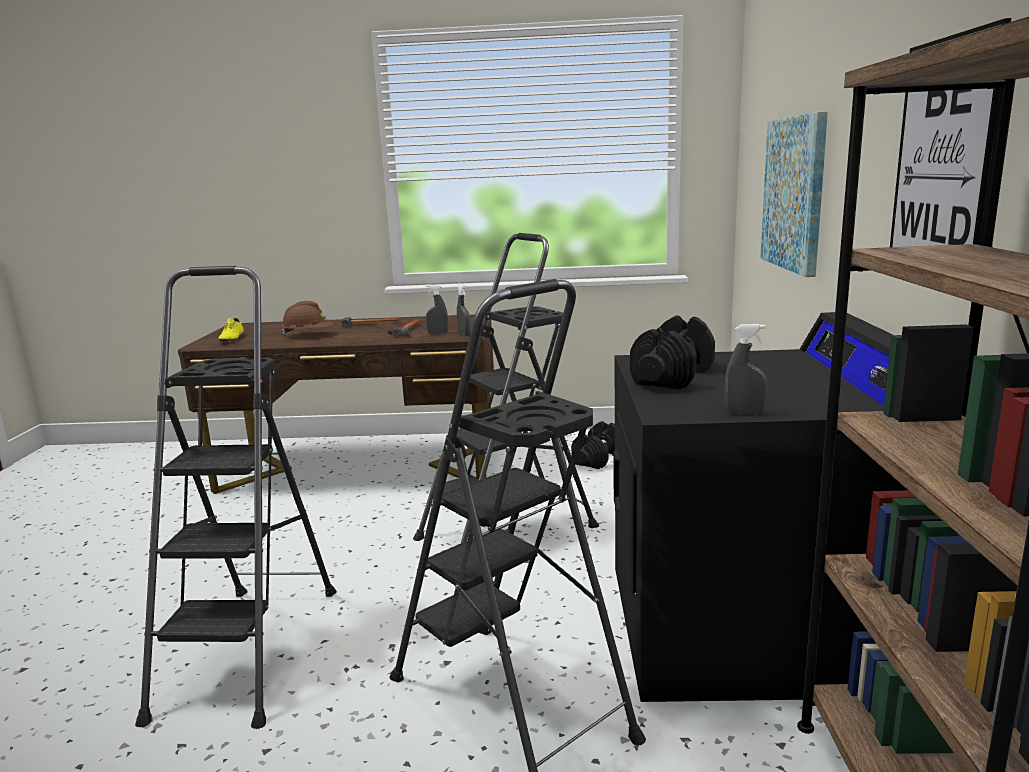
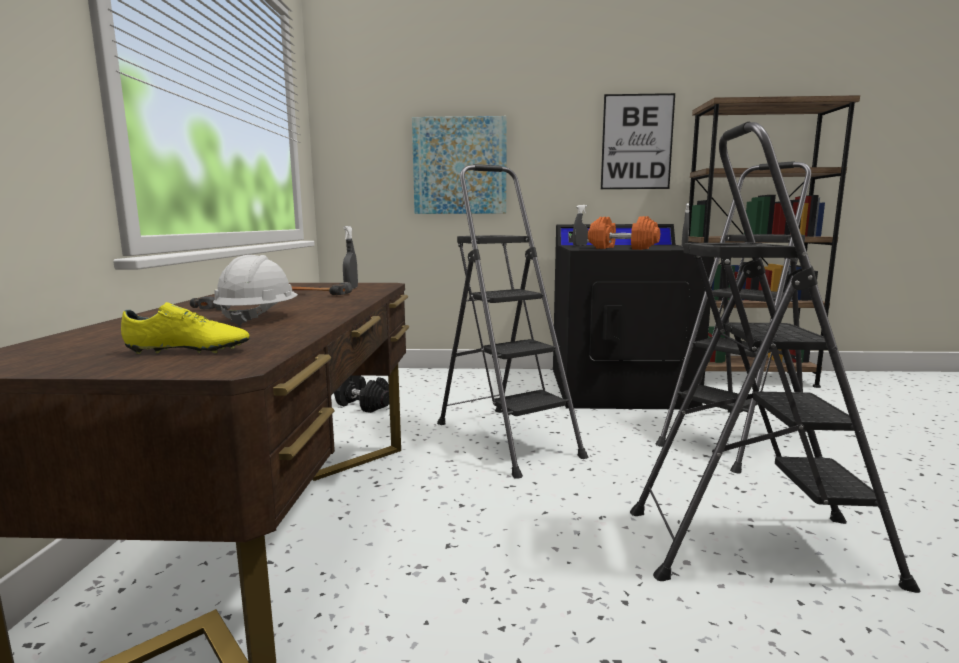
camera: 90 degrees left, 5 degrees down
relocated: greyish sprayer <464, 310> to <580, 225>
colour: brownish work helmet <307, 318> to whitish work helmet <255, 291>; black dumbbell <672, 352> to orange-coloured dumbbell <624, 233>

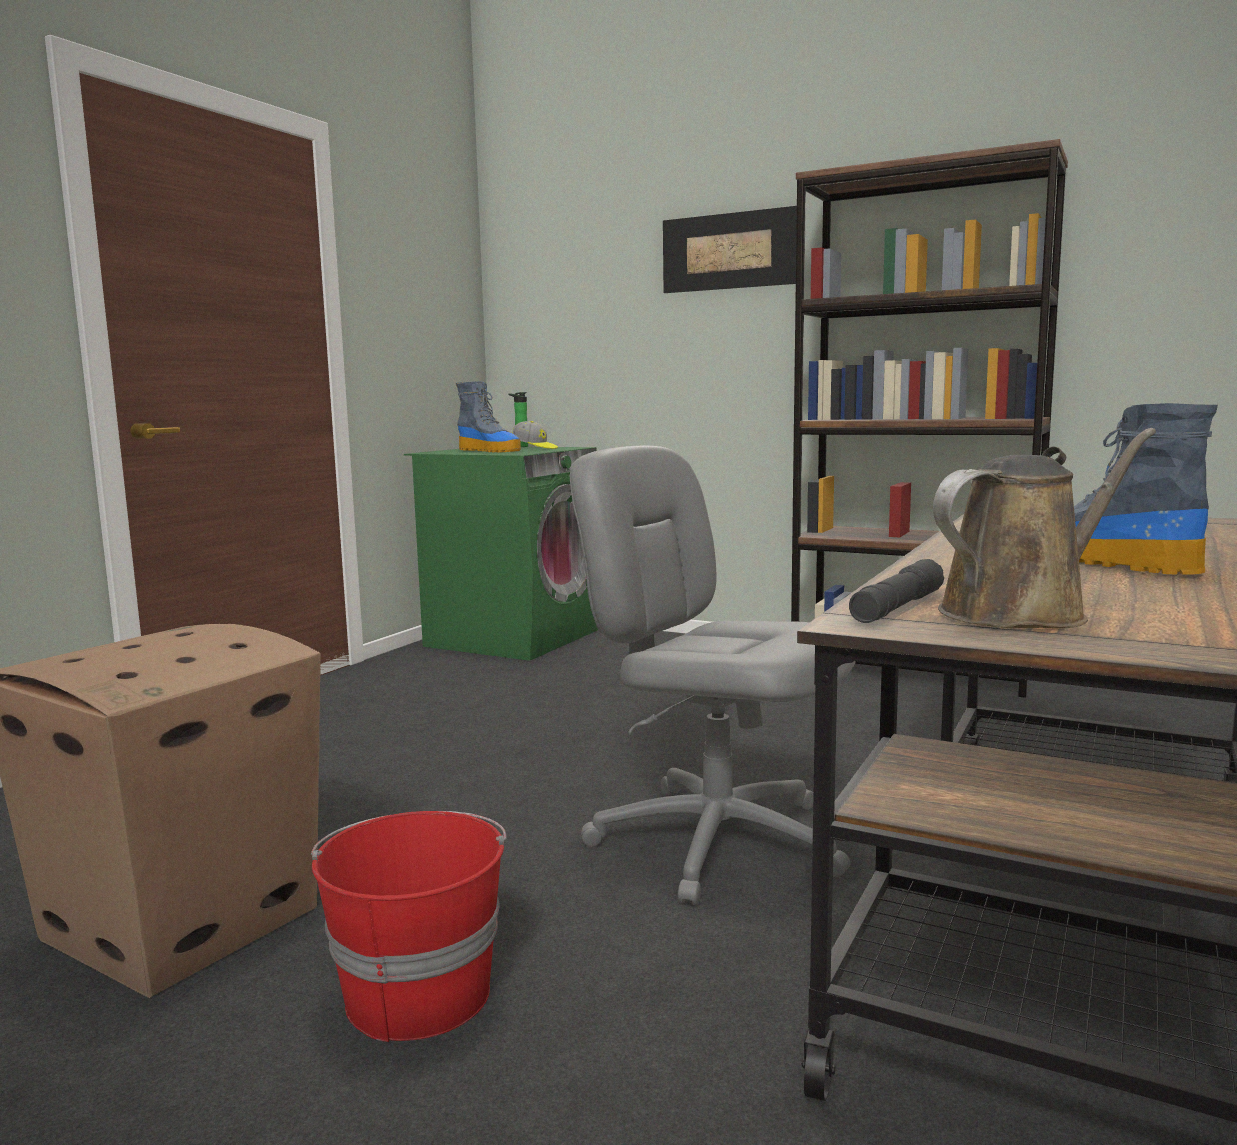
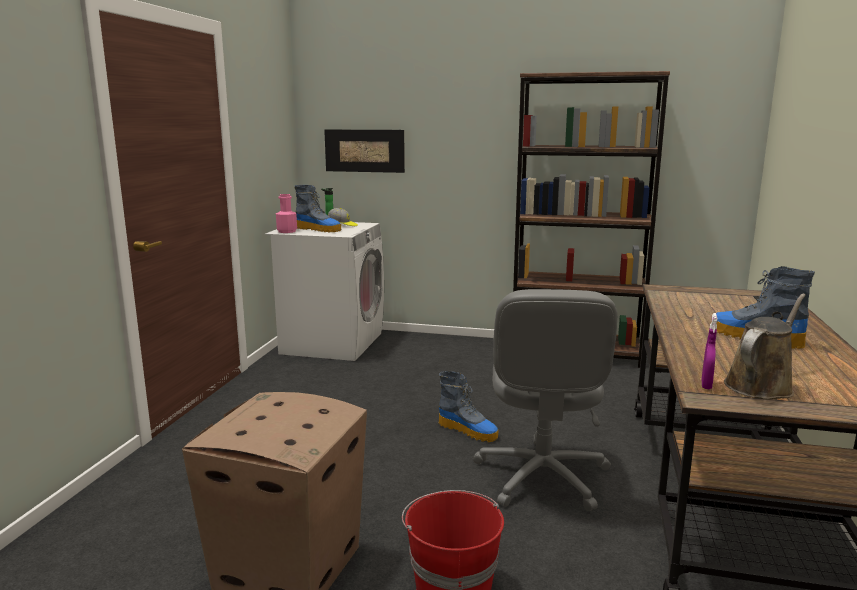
camera: 15 degrees left, 5 degrees up
appeared: pink-coloured beverage bottle <286, 213>; tall boot <468, 406>
relocated: picture <730, 249> to <364, 151>
exchanged: greyish torch <896, 591> to purple-coloured sprayer <709, 351>
colour: green-coloured laundry machine <501, 554> to whitish laundry machine <324, 291>
spun: greyish office chair <713, 675> = <545, 400> 105 degrees counterclockwise

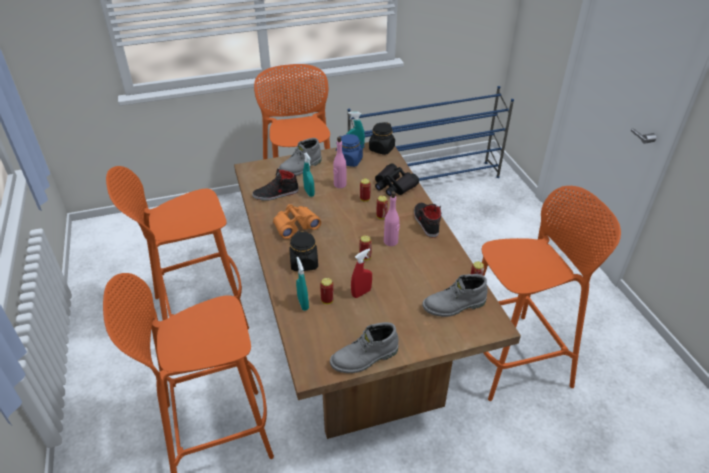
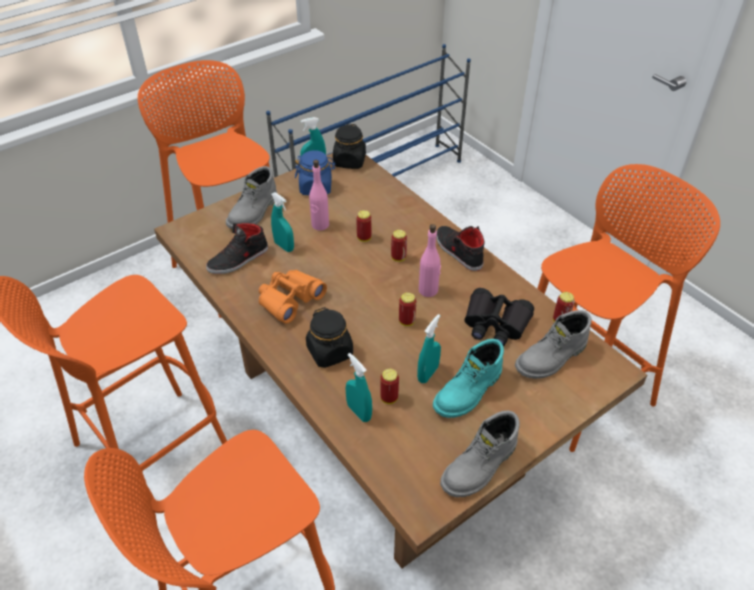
camera: 20 degrees left, 5 degrees up
appeared: turquoise-coloured tall boot <468, 378>
relocated: black binoculars <397, 179> to <499, 317>
colour: red sprayer <361, 273> to turquoise-coloured sprayer <429, 348>

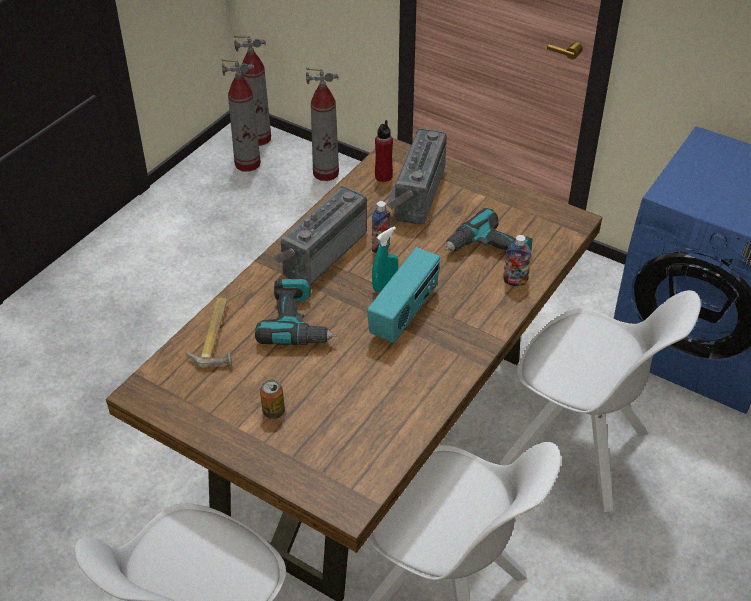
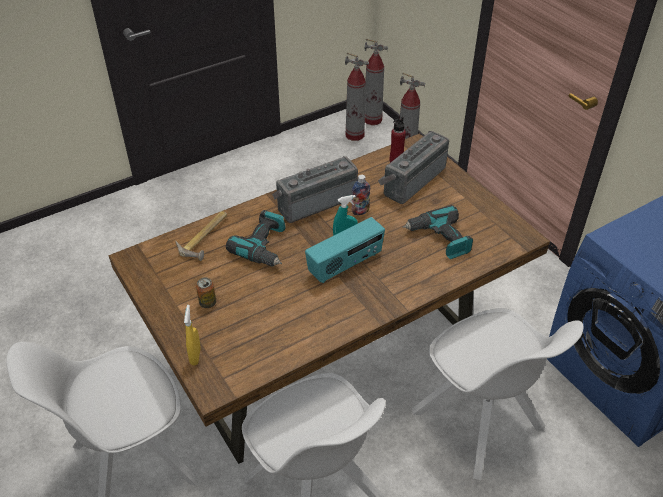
camera: 25 degrees right, 0 degrees up
missing: beverage bottle <517, 260>
appeared: yellow-coloured sprayer <192, 335>

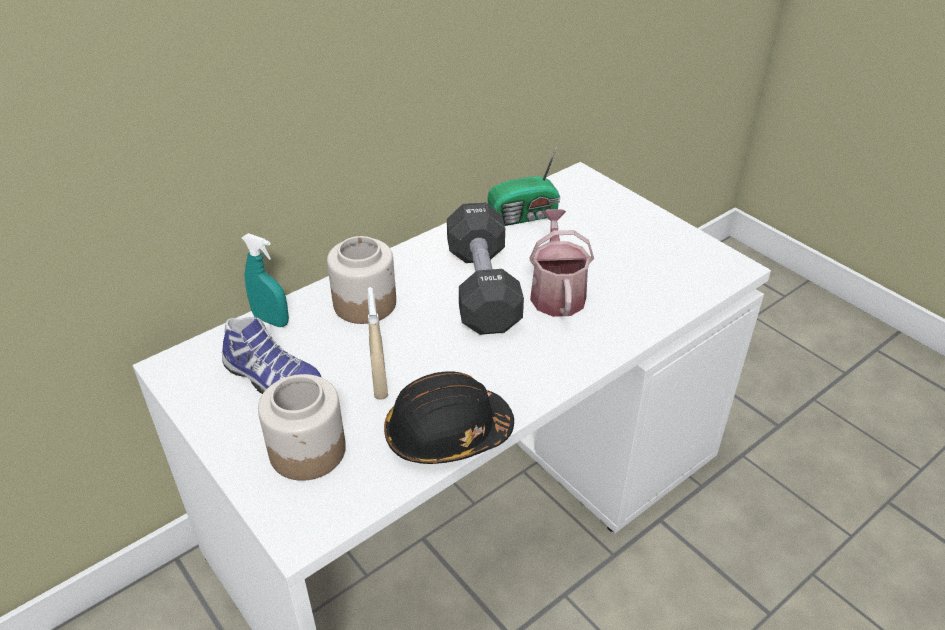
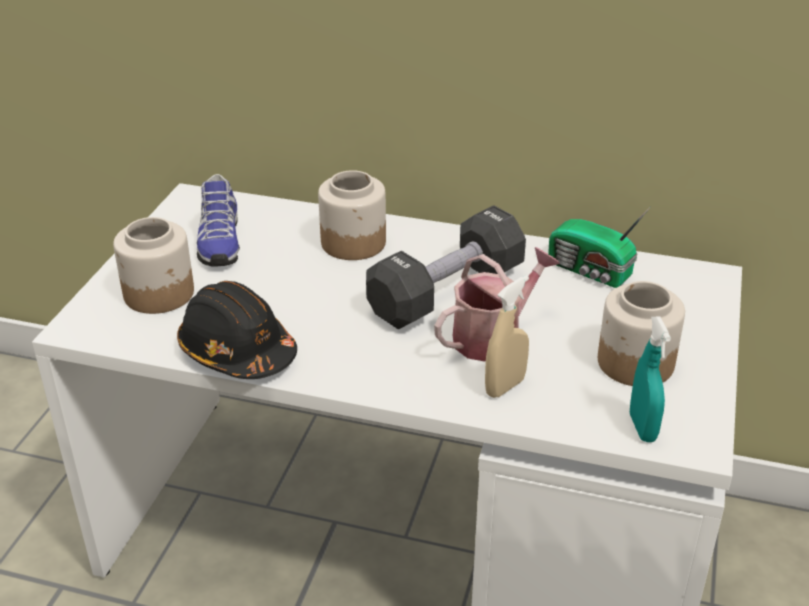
camera: 55 degrees right, 5 degrees down
appeared: storage jar <641, 333>
relocated: turquoise-coloured sprayer <265, 280> to <650, 379>; sand-coloured sprayer <377, 343> to <507, 336>

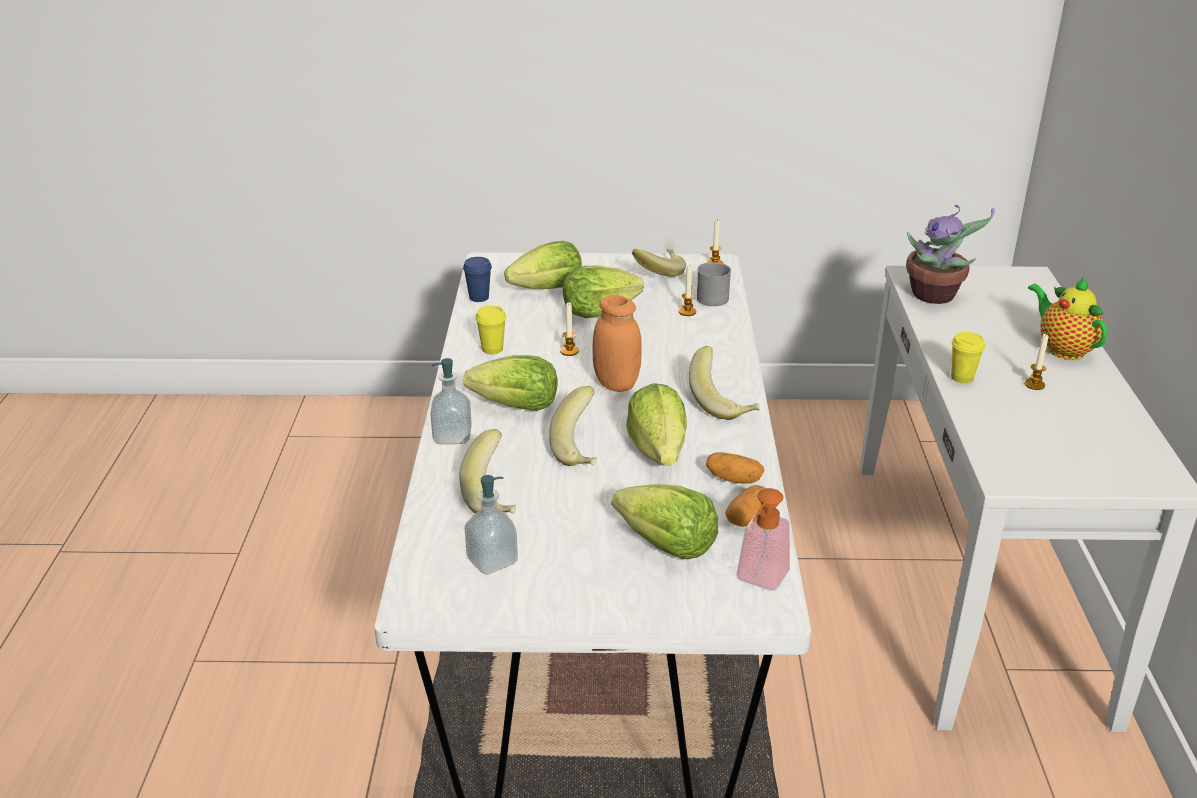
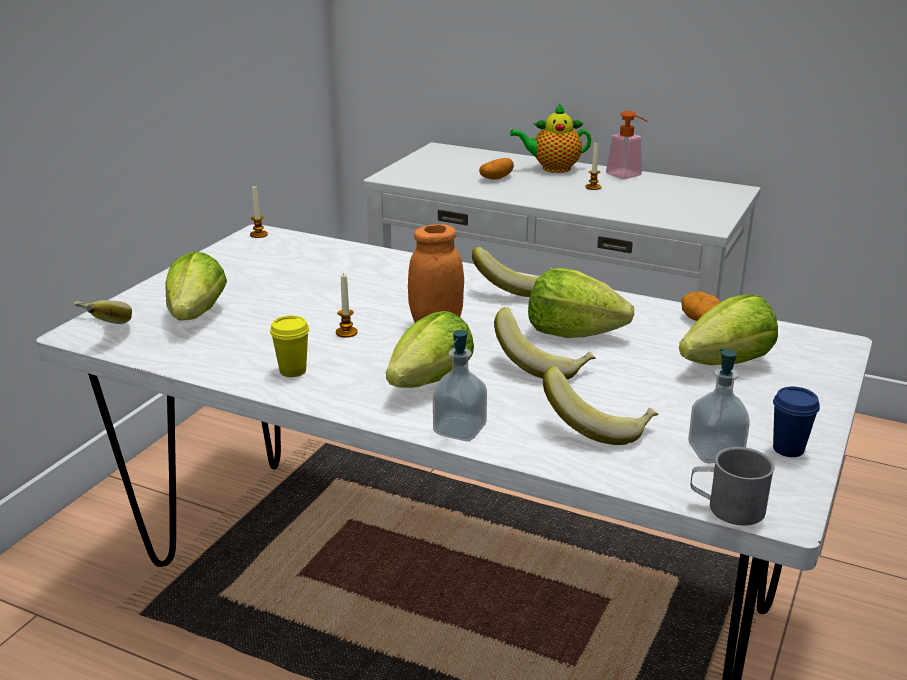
camera: 65 degrees left, 5 degrees down
missing: head of lettuce <603, 291>; wax candle <687, 290>; houseplant <950, 254>; yellow-coloured drinking cup <968, 357>
relocated: blue drinking cup <477, 279> to <796, 422>; banana <659, 262> to <103, 312>; greyish coffee mug <714, 284> to <733, 486>; potato <735, 468> to <496, 169>; liquid soap bottle <763, 539> to <627, 145>

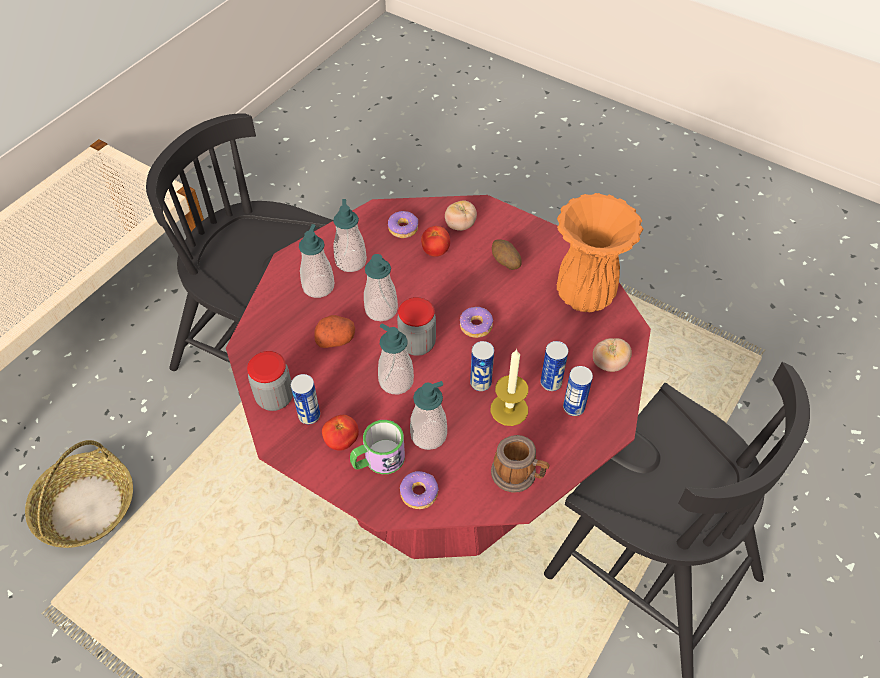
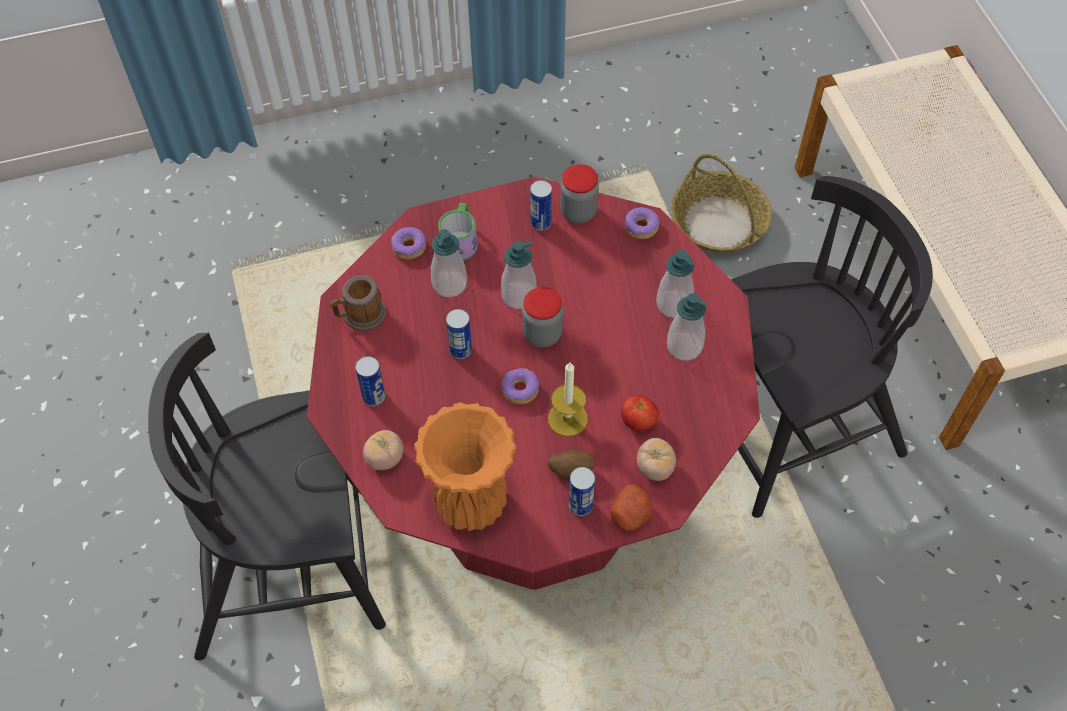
camera: 130 degrees right, 5 degrees up
missing: fresh tomato <340, 433>; liquid soap bottle <381, 287>
relocated: potato <334, 331> to <631, 508>; ring doughnut <403, 224> to <642, 223>; wax candle <509, 387> to <568, 399>; can <554, 366> to <582, 491>

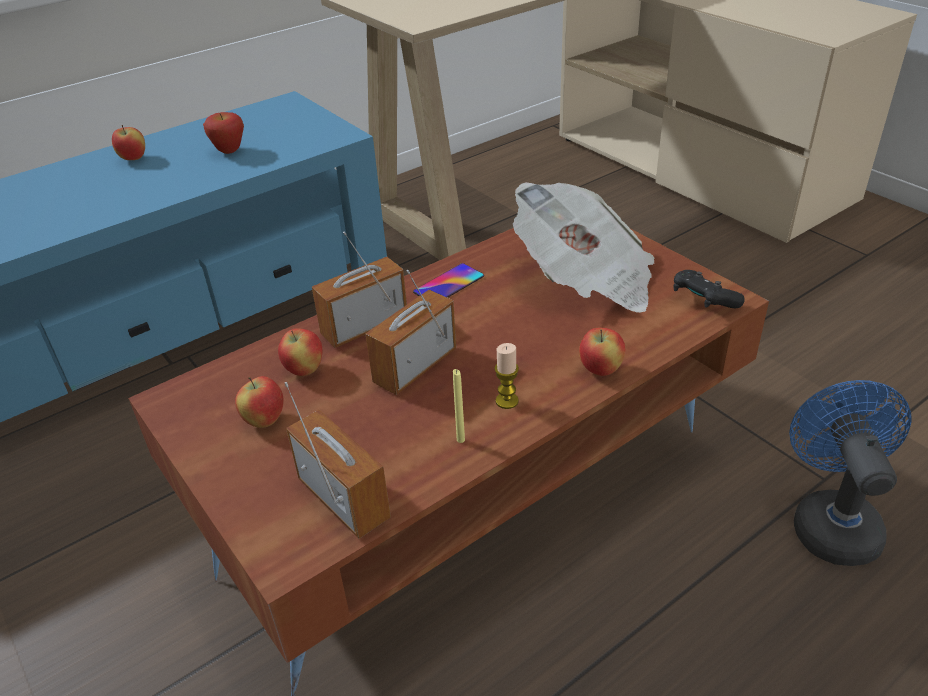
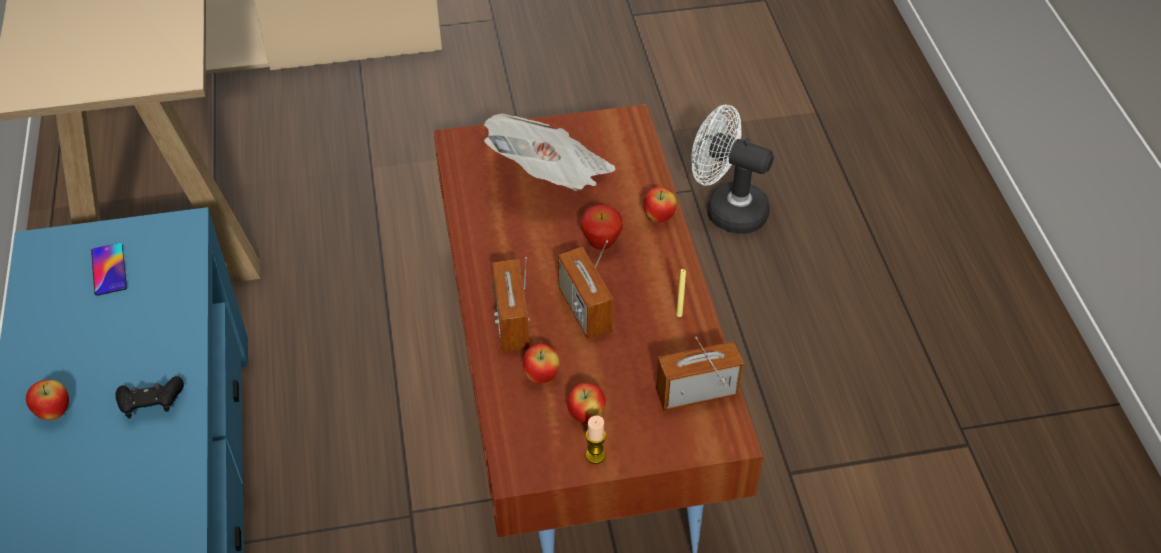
camera: 65 degrees left, 10 degrees up
relocated: apple <223, 133> to <602, 227>; handset <448, 280> to <109, 269>; wax candle <506, 376> to <596, 440>; black joypad <709, 289> to <150, 397>
colour: blue electric fan <850, 473> to whitish electric fan <732, 169>

